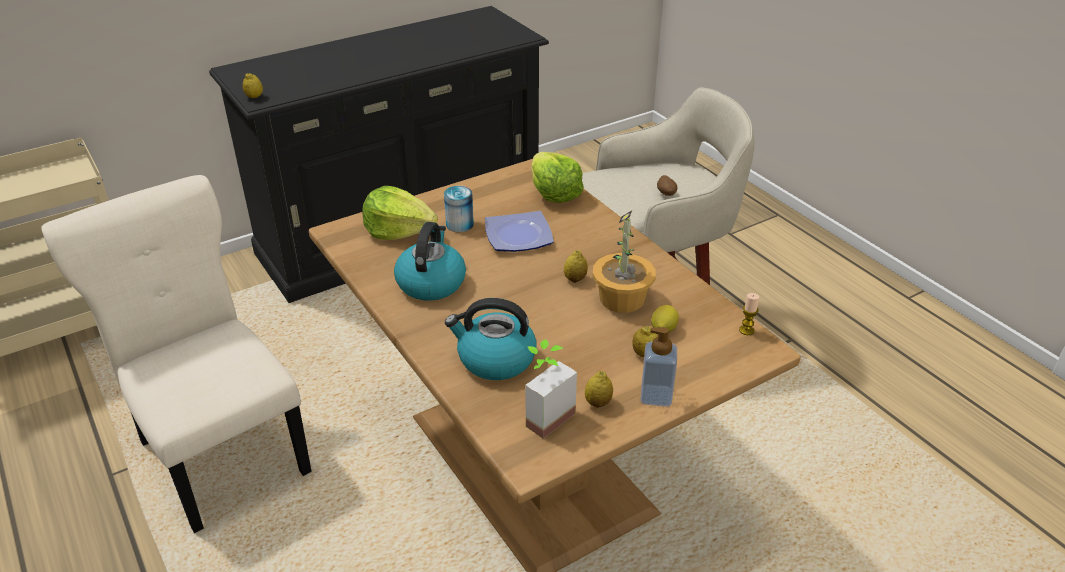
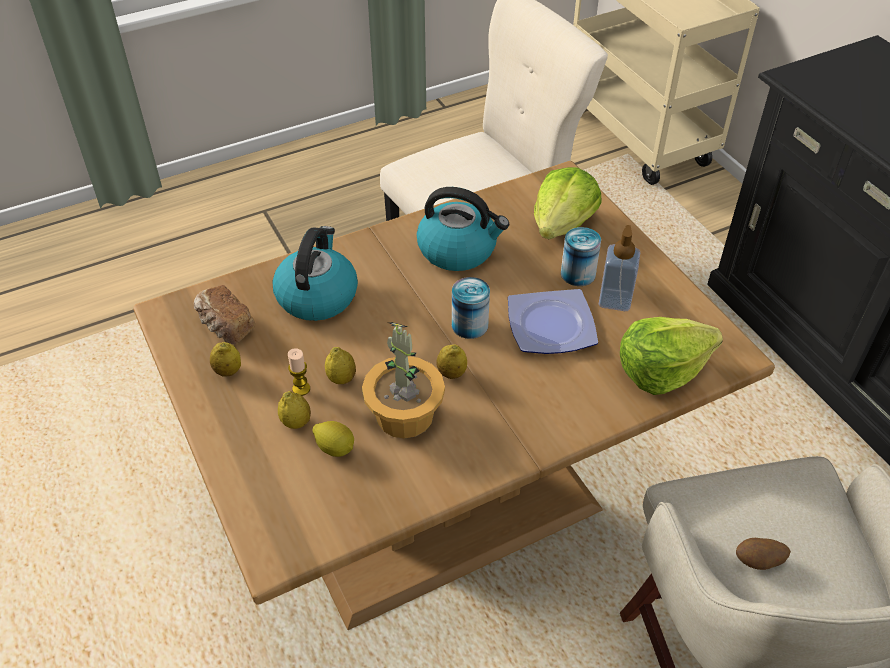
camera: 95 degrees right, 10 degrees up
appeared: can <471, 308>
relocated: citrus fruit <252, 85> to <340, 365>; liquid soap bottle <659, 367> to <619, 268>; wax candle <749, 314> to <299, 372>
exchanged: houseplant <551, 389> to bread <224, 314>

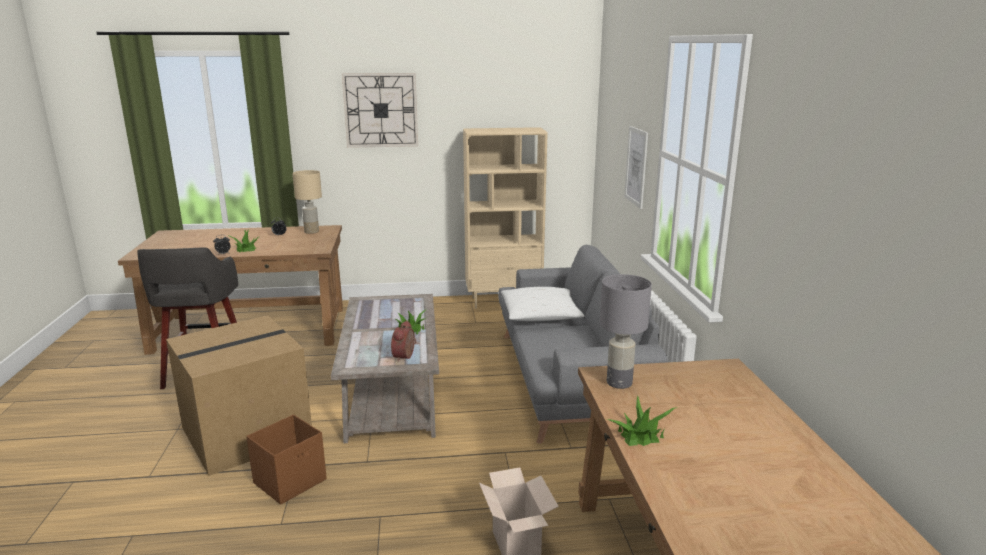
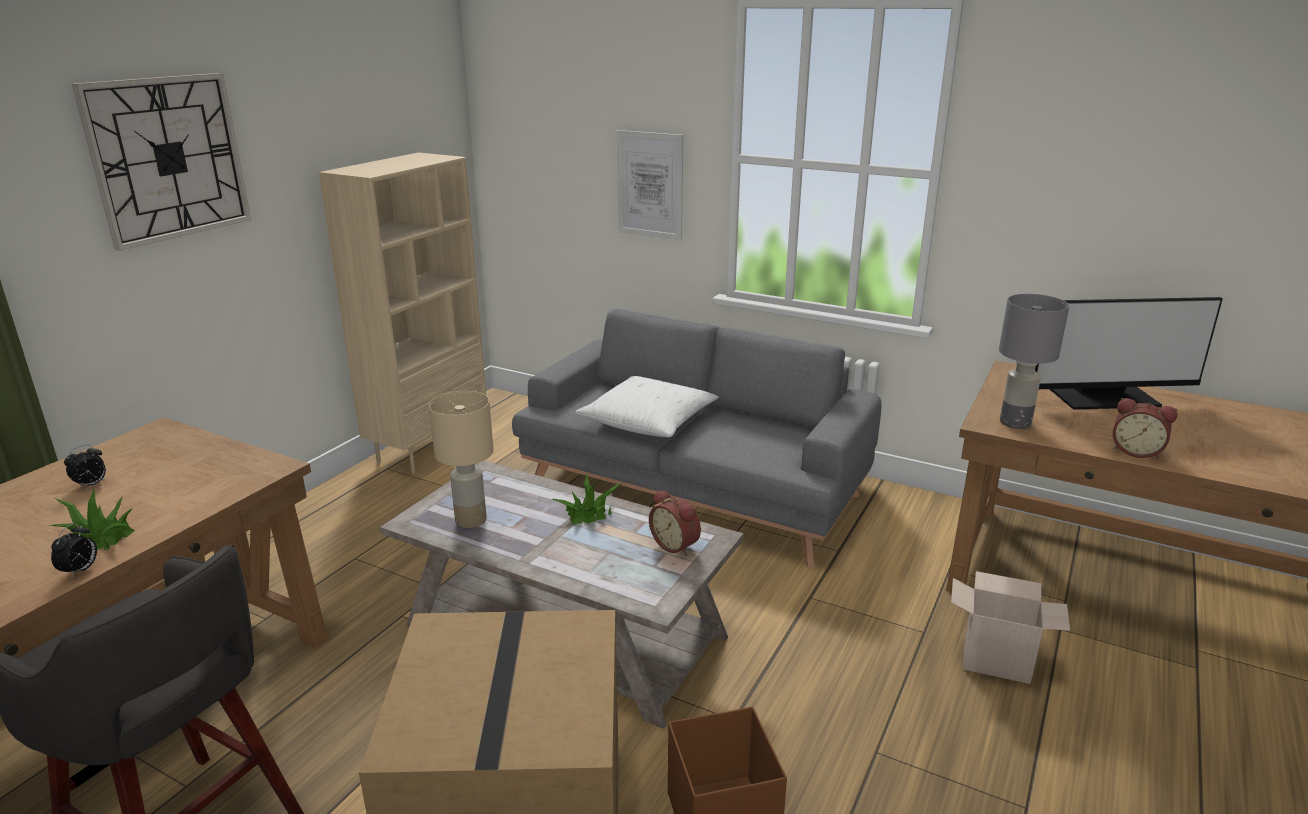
camera: 55 degrees left, 5 degrees up
appeared: computer display <1129, 353>
relocated: sand-coloured table lamp <307, 202> to <461, 459>
exchanged: houseplant <642, 420> to bedside clock <1145, 428>

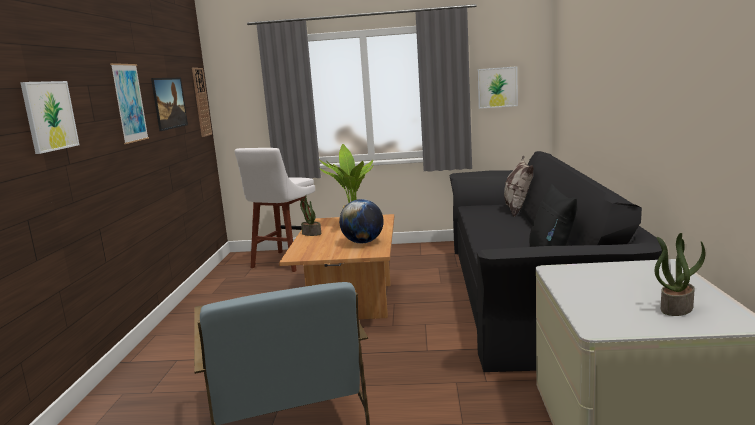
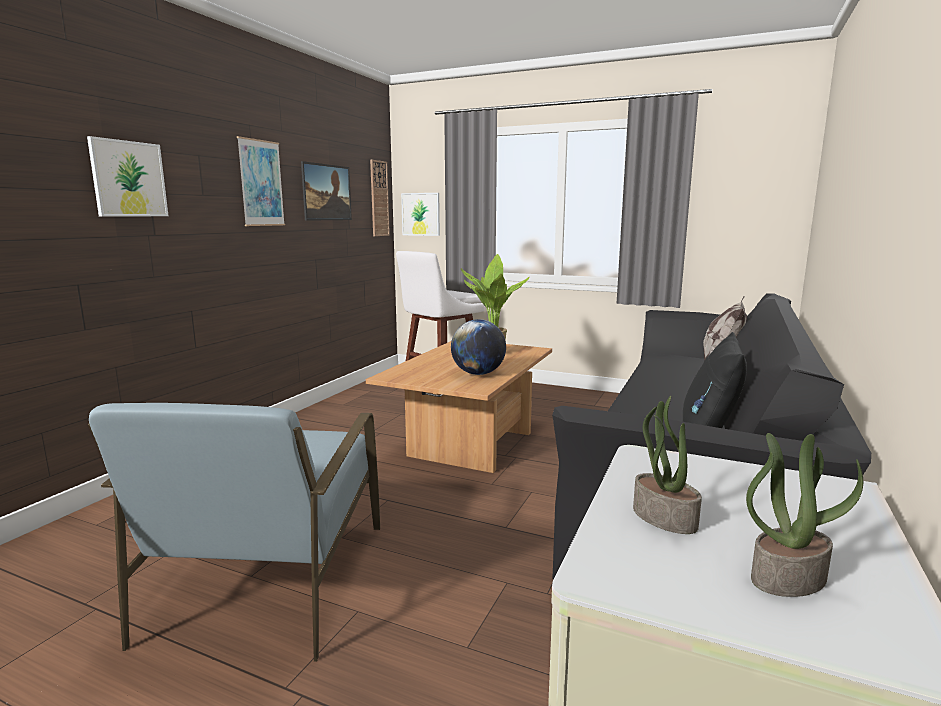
camera: 20 degrees right, 0 degrees up
relocated: houseplant <310, 215> to <667, 465>; picture <498, 87> to <420, 214>

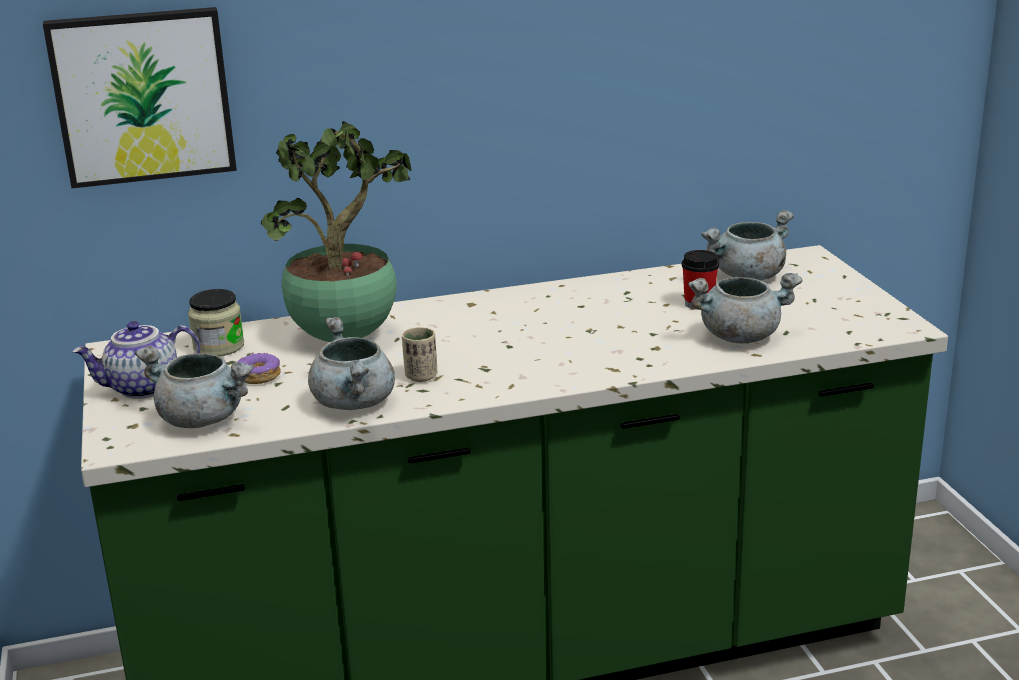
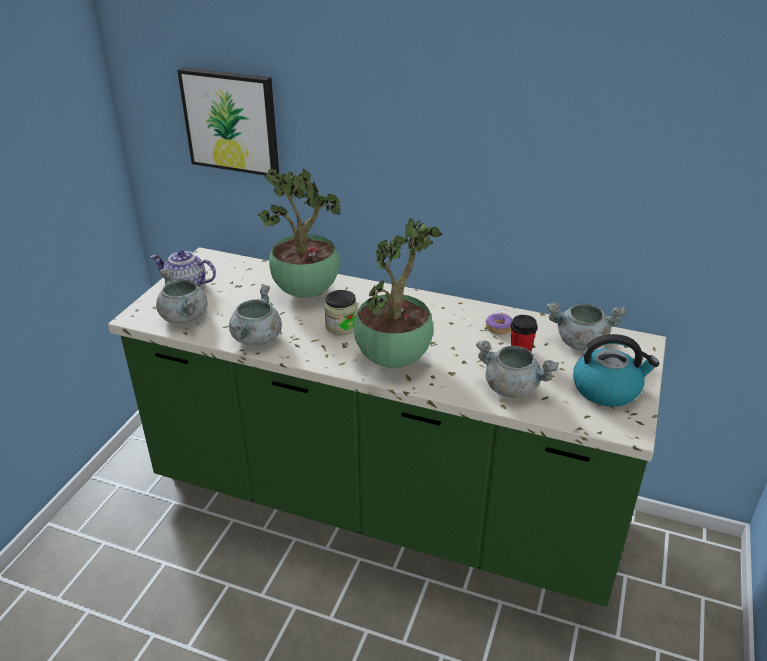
camera: 35 degrees right, 10 degrees up
missing: sand-coloured drinking cup <420, 354>
appeared: houseplant <398, 293>; kettle <616, 370>
relocated: storage jar <216, 322> to <341, 312>; ring doughnut <258, 368> to <499, 323>

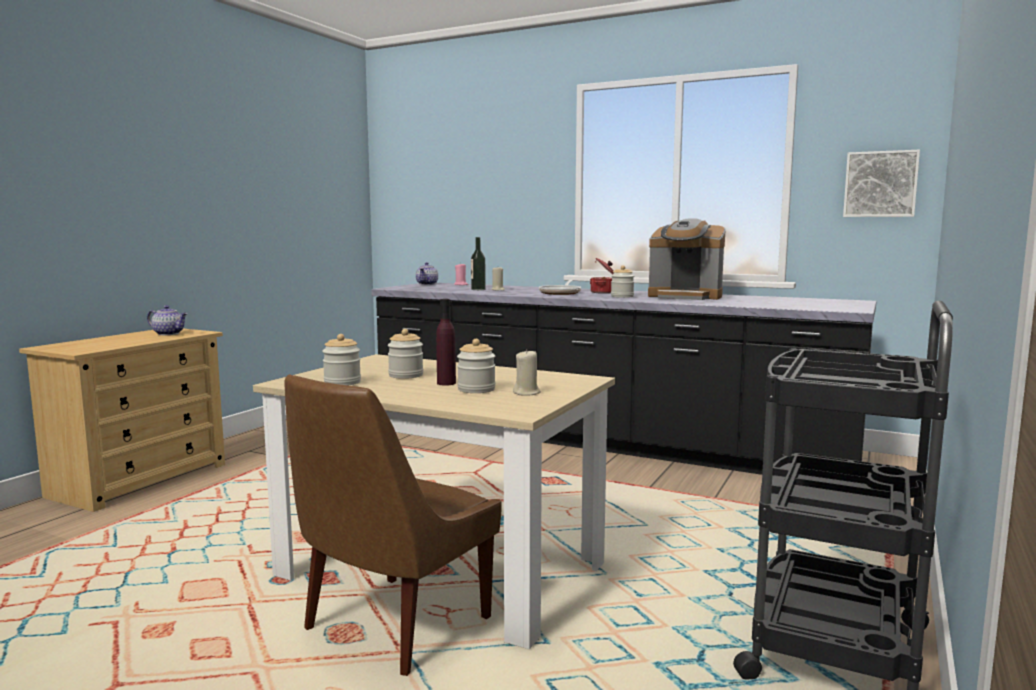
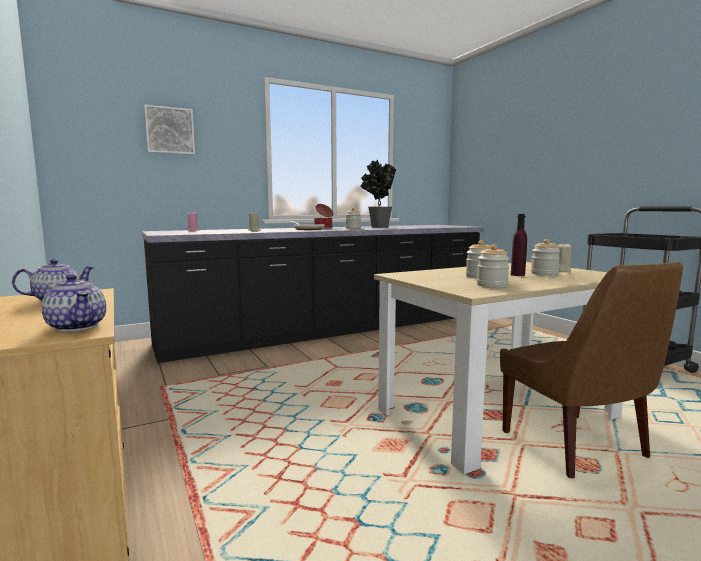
camera: 55 degrees left, 0 degrees up
missing: beverage bottle <478, 263>
relocated: tea pot <427, 273> to <73, 303>; picture <881, 183> to <169, 130>
exchanged: coffee maker <687, 259> to houseplant <378, 194>

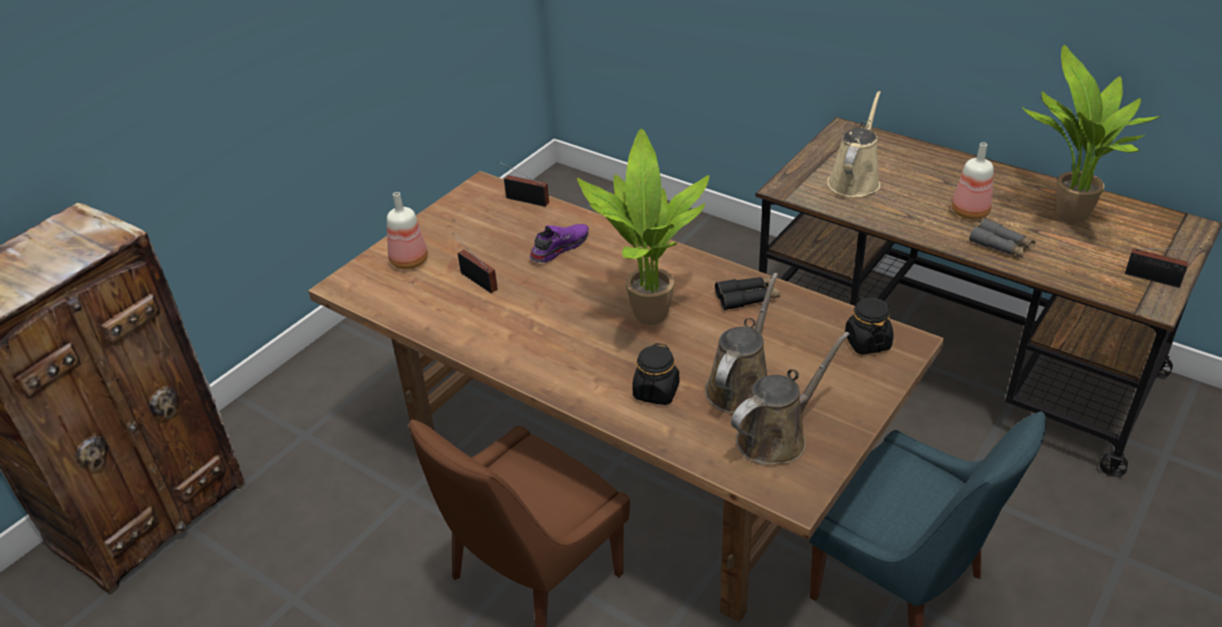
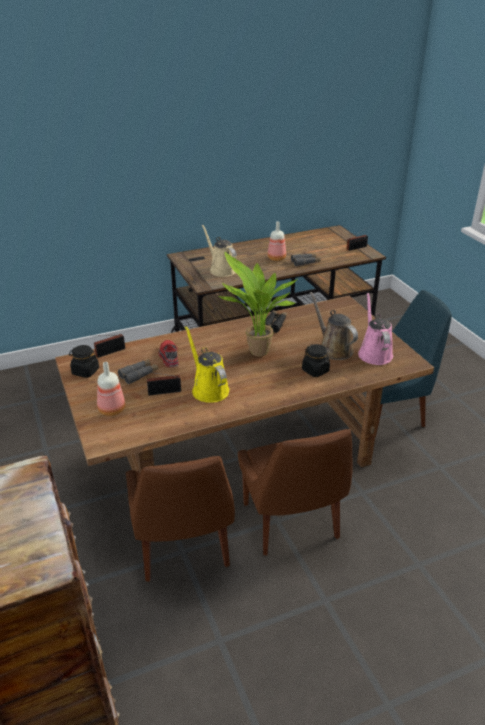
camera: 60 degrees left, 5 degrees down
missing: houseplant <1092, 134>
appeared: greyish binoculars <138, 371>; brownish chair <180, 519>; yellow-coloured watering can <207, 364>
relocated: black storage jar <869, 325> to <84, 361>
colour: purple-coloured shoe <559, 243> to red shoe <169, 353>; brownish watering can <790, 398> to pink-coloured watering can <375, 329>

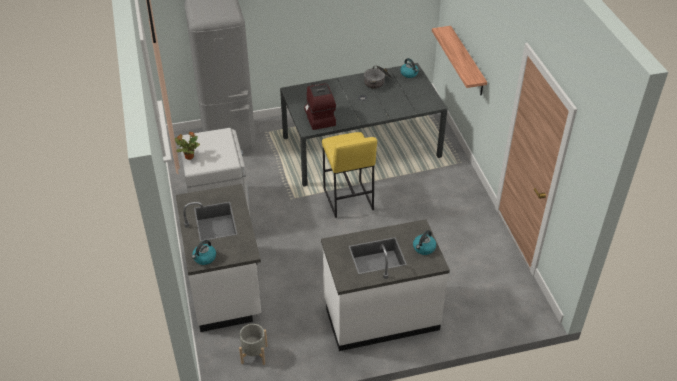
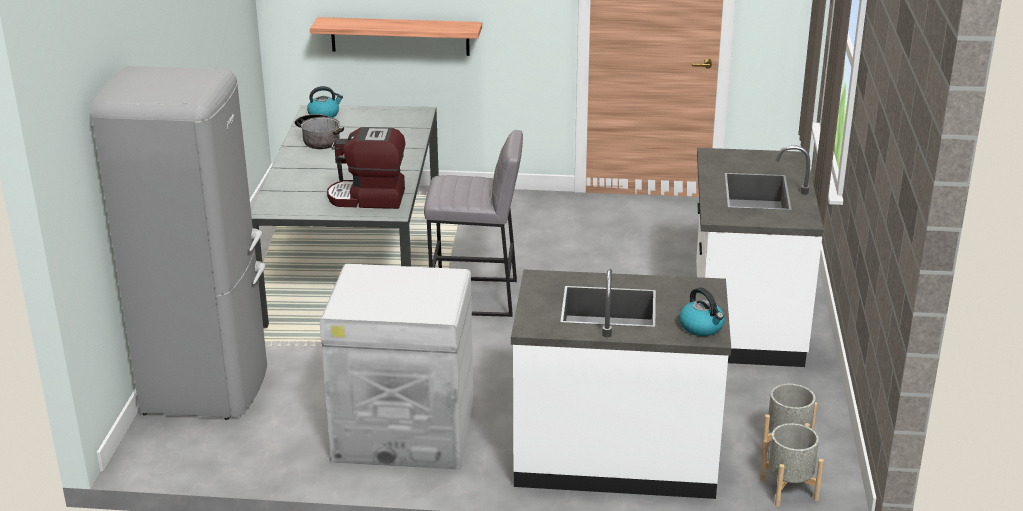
camera: 70 degrees left, 15 degrees down
missing: houseplant <187, 146>; kettle <424, 242>
appeared: greyish flower pot <792, 465>
colour: yellow-coloured stool <349, 175> to greyish stool <473, 223>

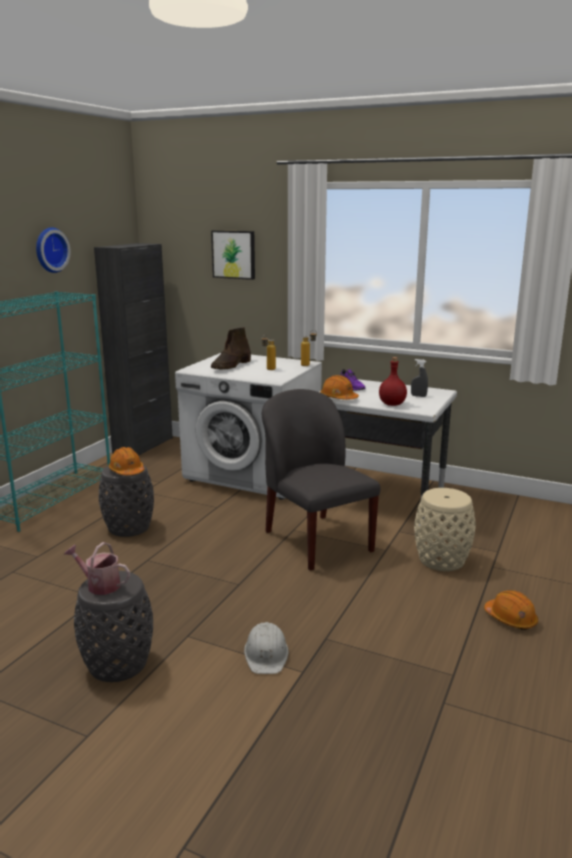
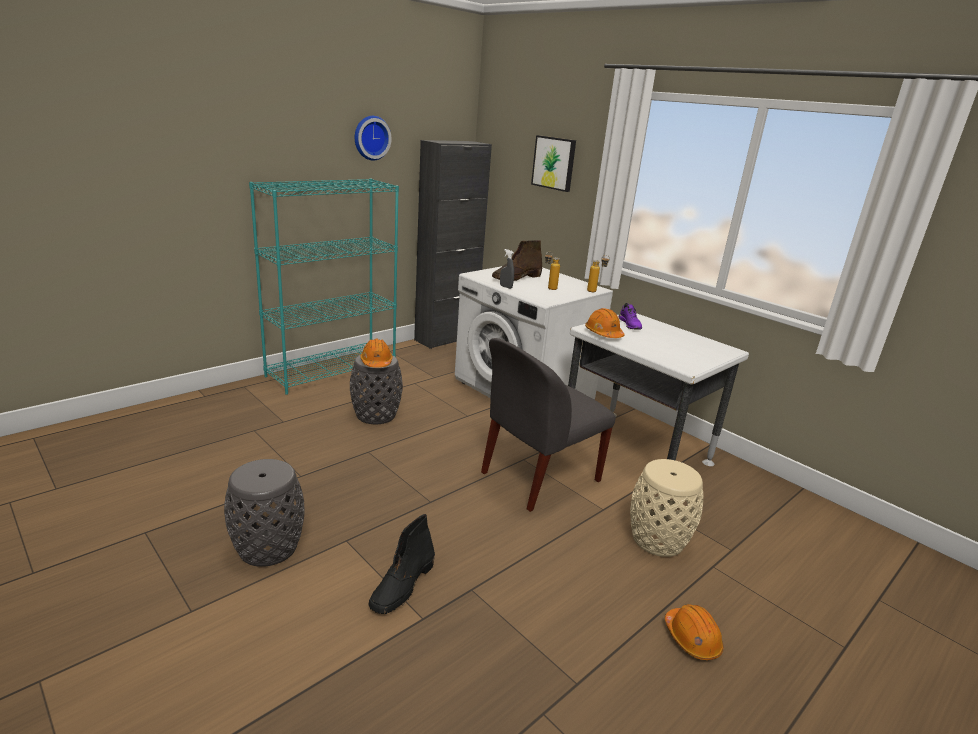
camera: 20 degrees right, 5 degrees up
missing: watering can <97, 568>; red beverage bottle <393, 381>
relocated: greyish sprayer <419, 378> to <507, 269>
exchanged: whitish work helmet <266, 648> to black tall boot <401, 564>
spun: greyish chair <321, 480> = <548, 425> 120 degrees counterclockwise

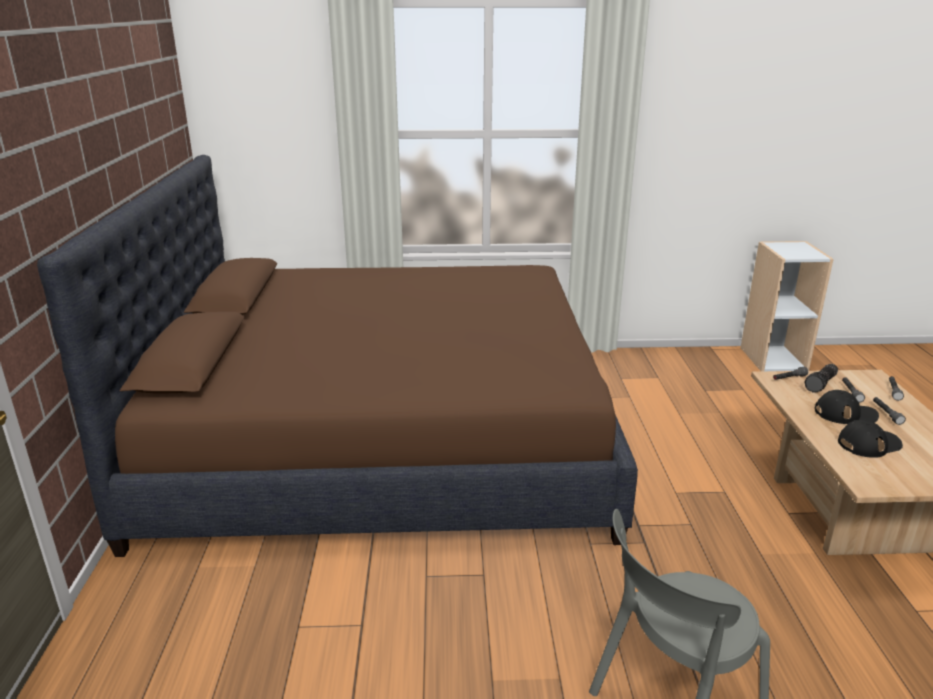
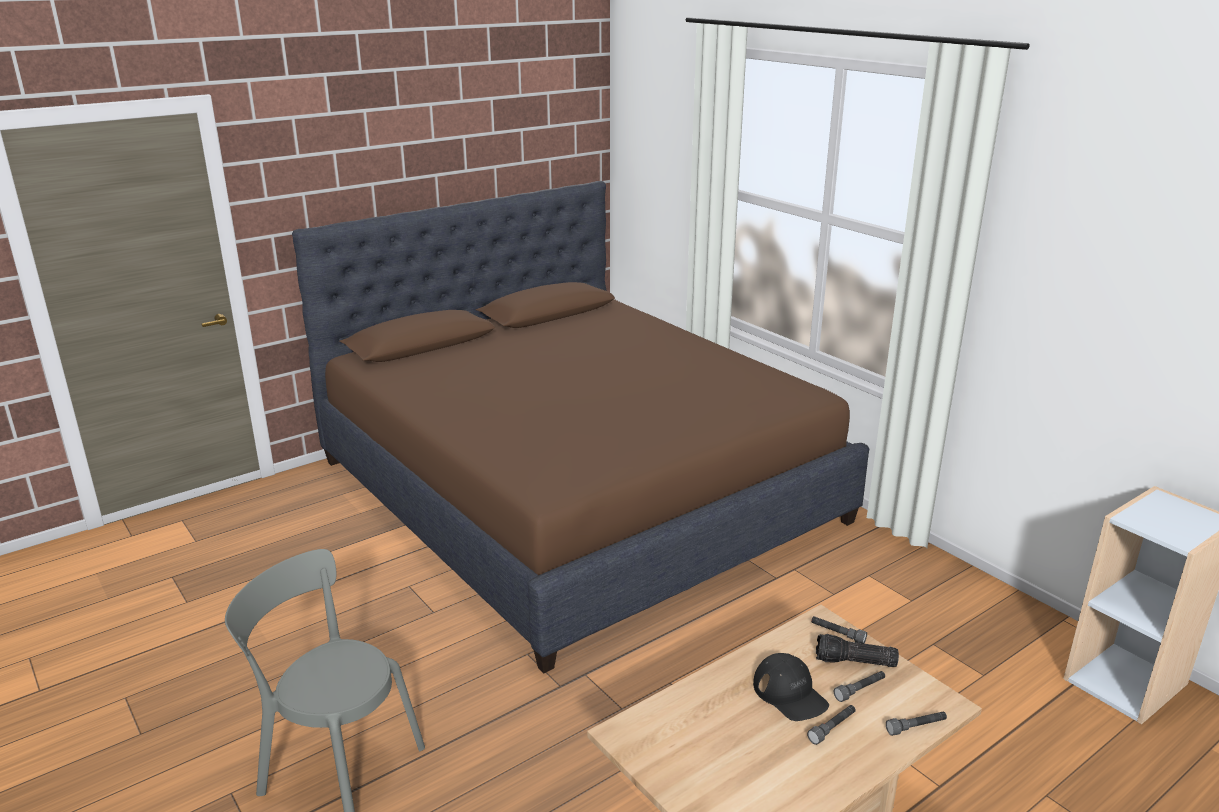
camera: 55 degrees right, 0 degrees up
missing: black cap <870, 439>

